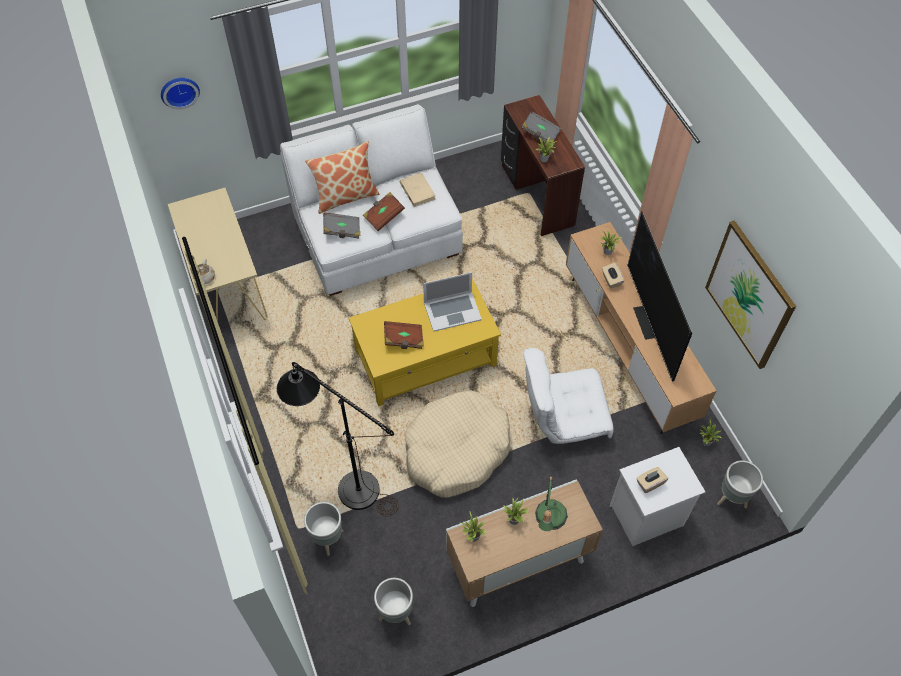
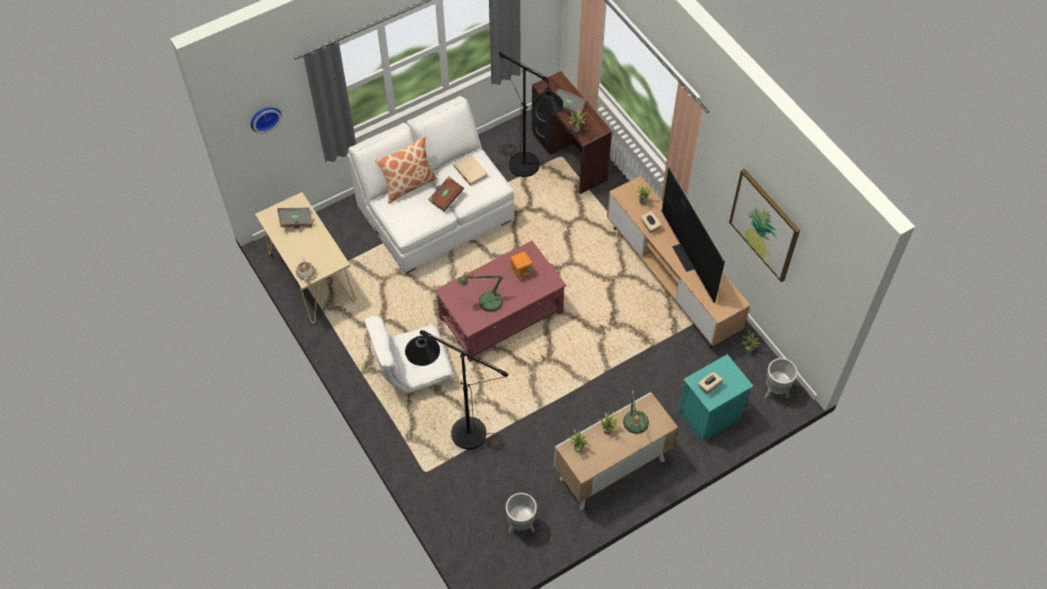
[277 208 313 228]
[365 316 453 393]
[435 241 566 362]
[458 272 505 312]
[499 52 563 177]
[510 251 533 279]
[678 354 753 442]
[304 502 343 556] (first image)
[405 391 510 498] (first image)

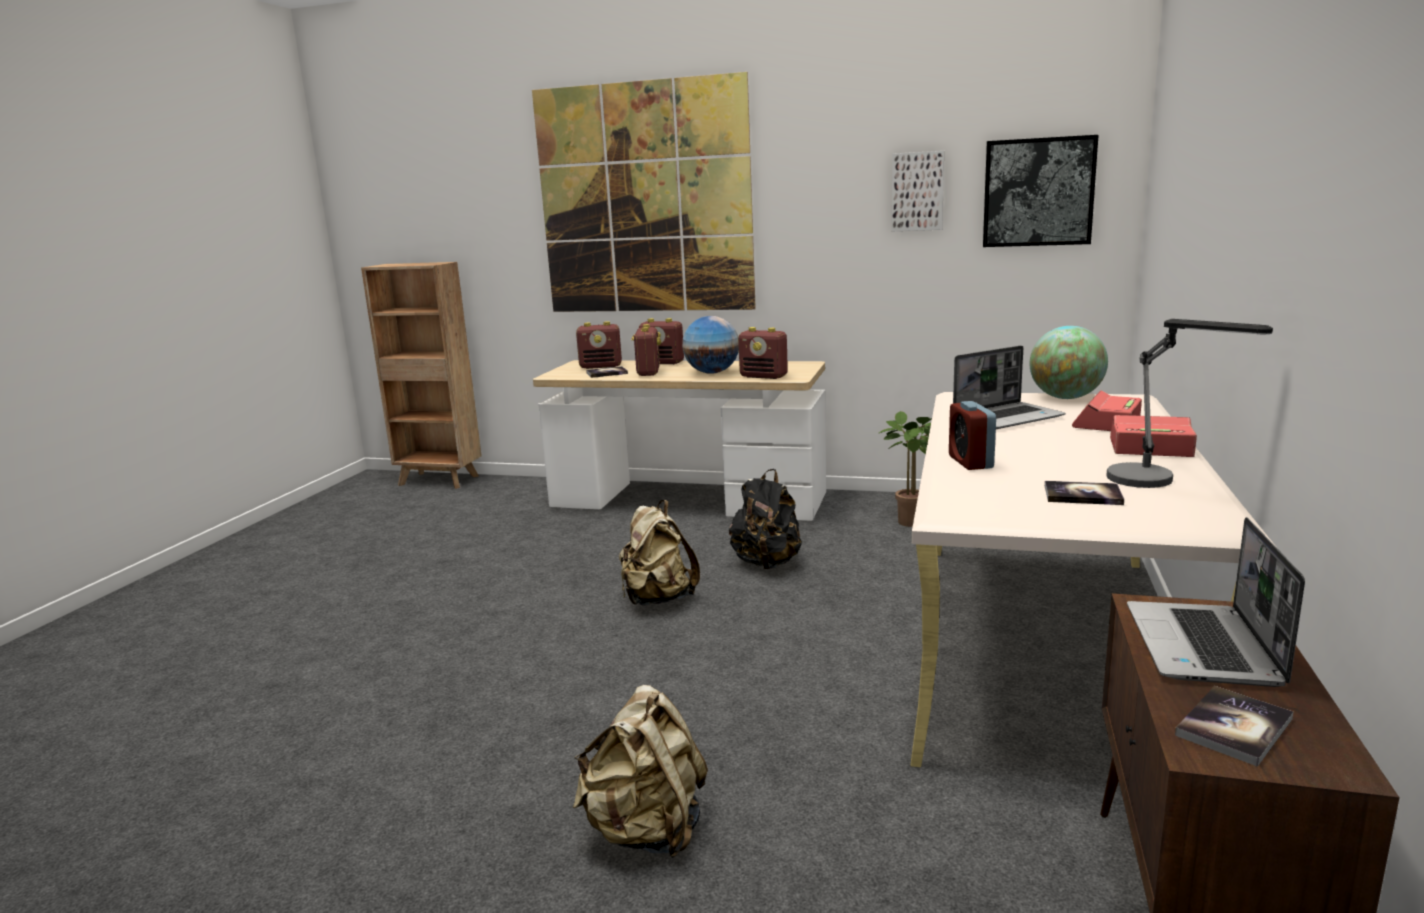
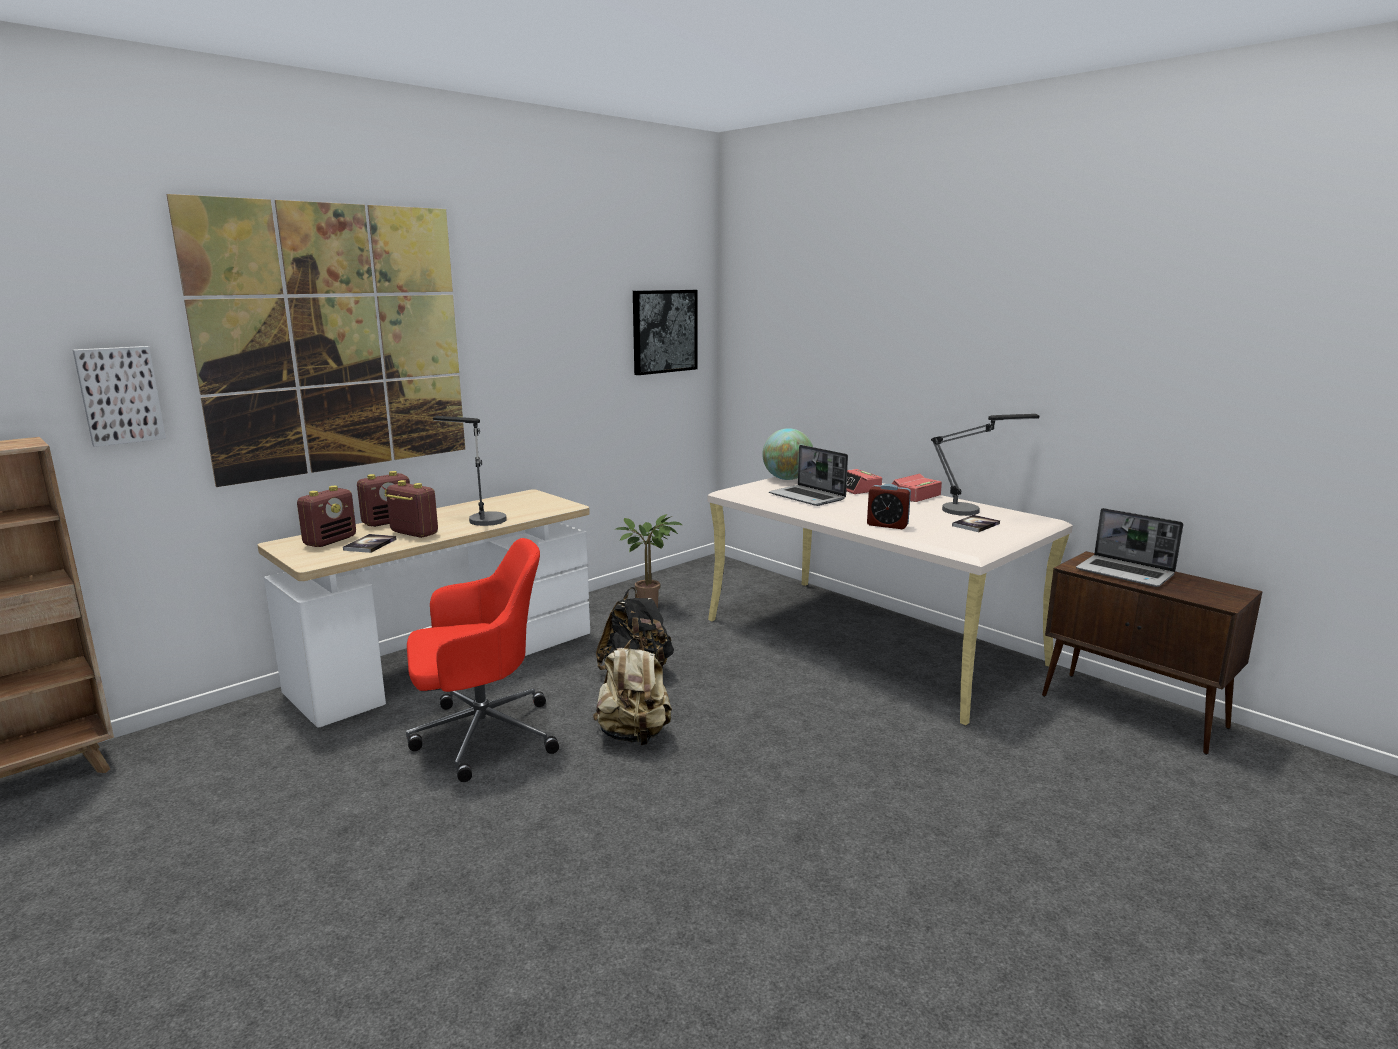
[73 346 166 447]
[406 538 559 782]
[433 416 507 526]
[769 445 848 506]
[573 685 708 858] (first image)
[738 327 788 379] (first image)
[1175 686 1293 767] (first image)

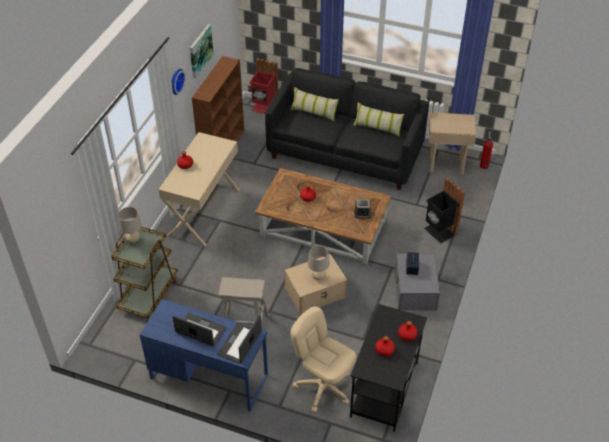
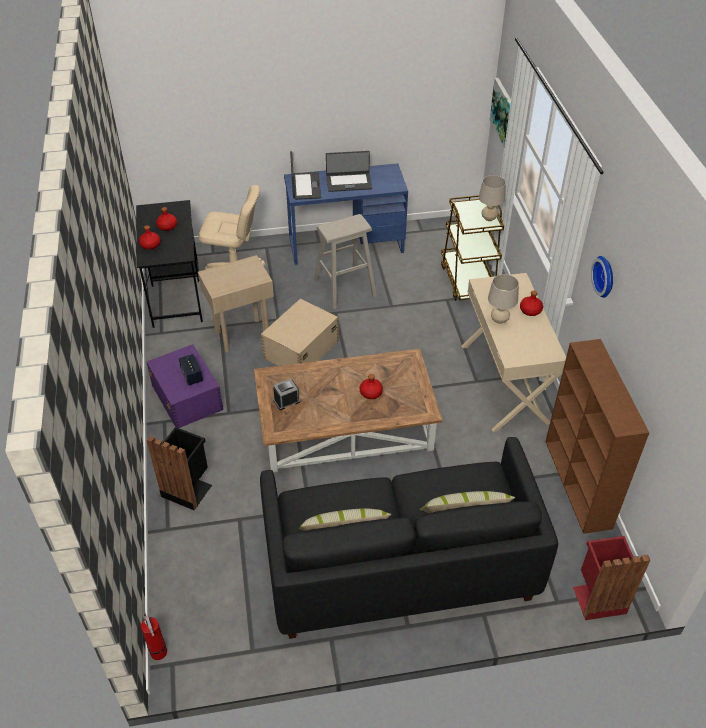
[147 344 223 428]
[198 255 274 353]
[488 274 519 324]
[489 78 511 147]

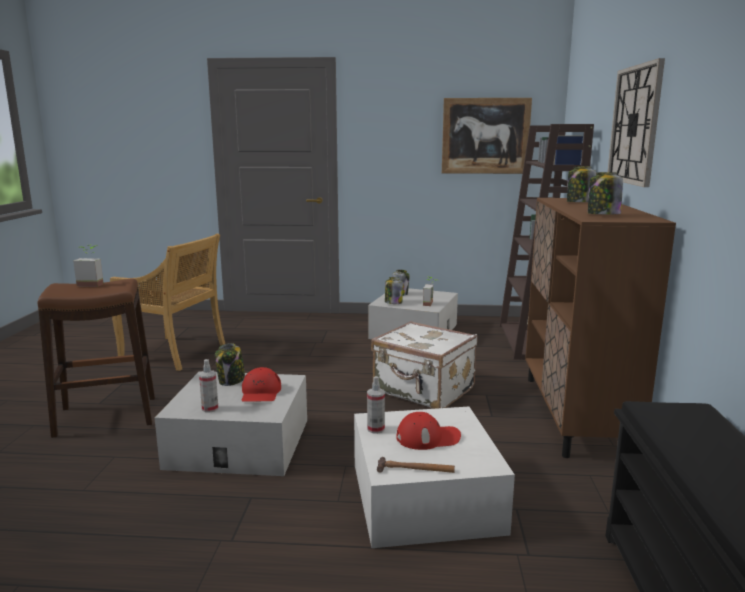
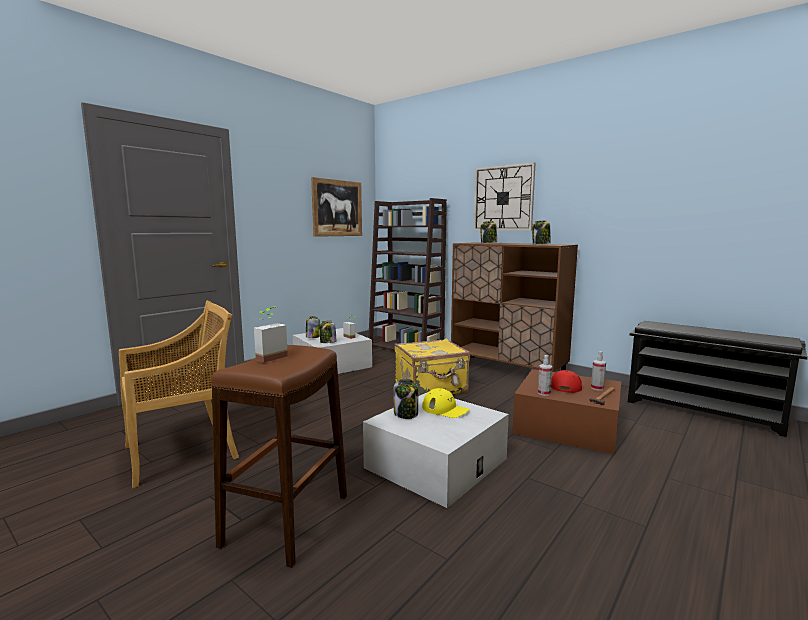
[394 339 470 396]
[422 388 469 418]
[512 369 621 455]
[591 351 606 391]

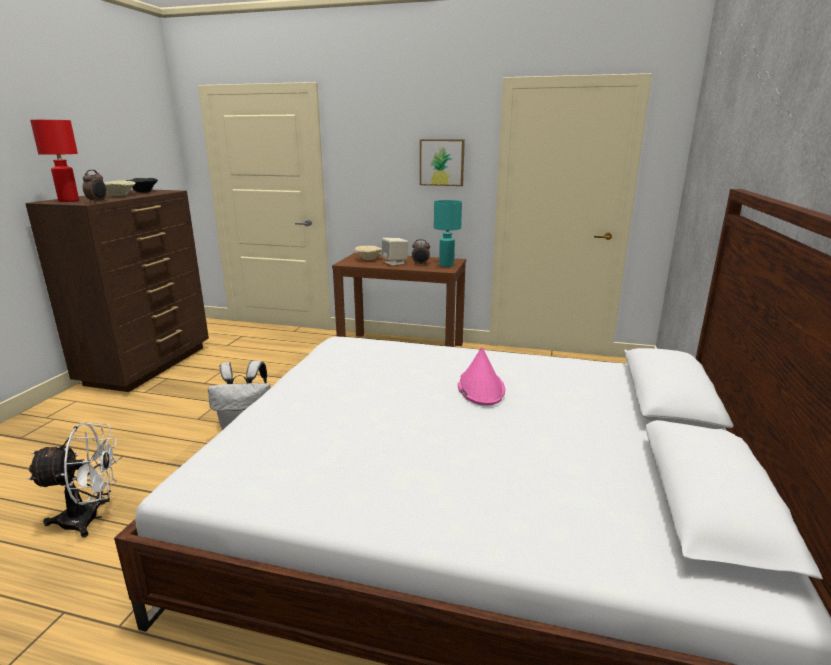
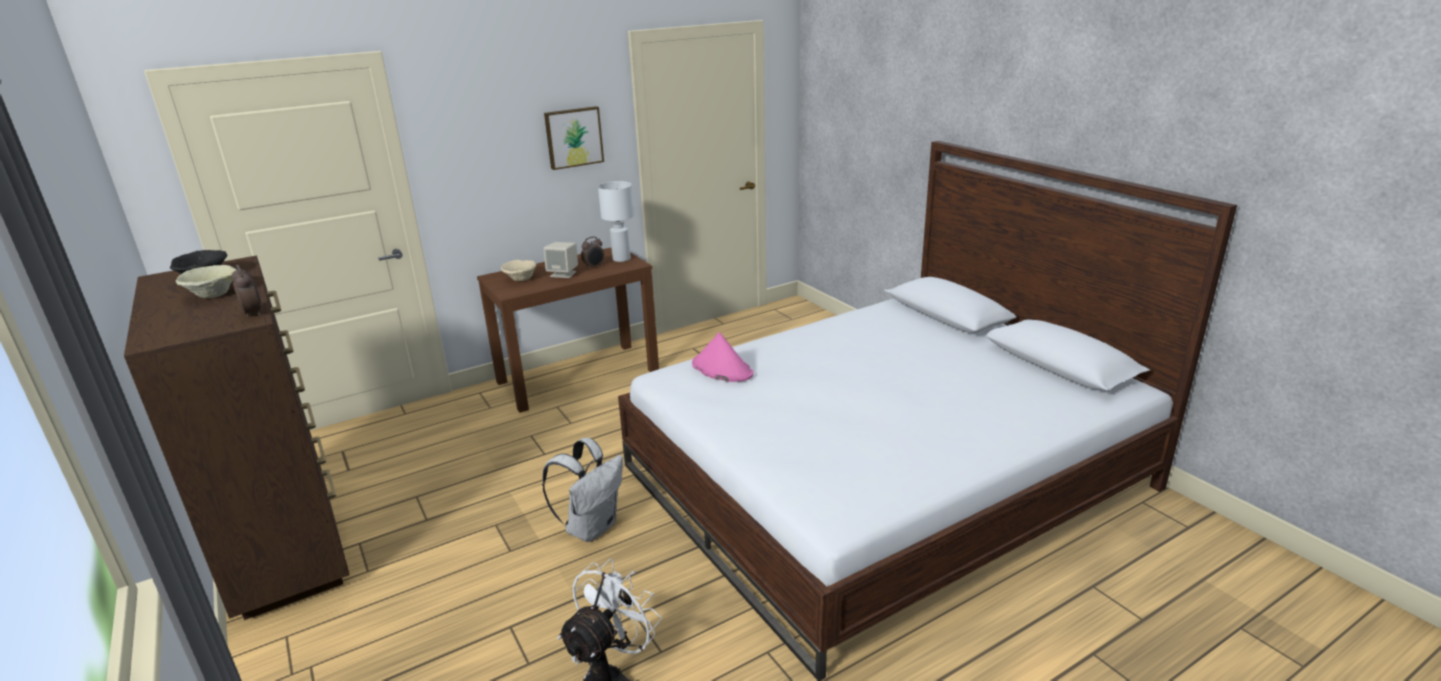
[598 181 634 262]
[692 332 754 382]
[30 120 79 202] (first image)

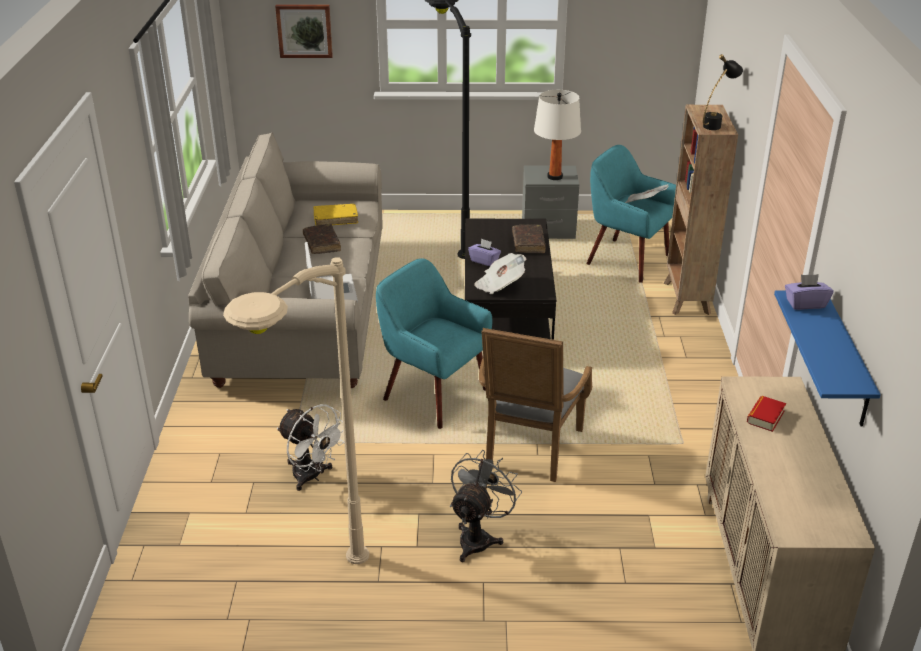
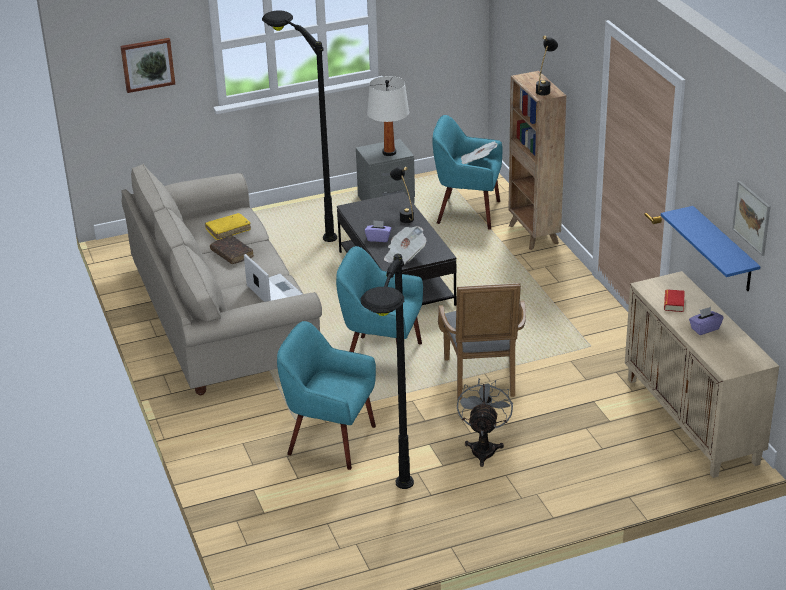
[277 321 376 470]
[361 254 414 489]
[390 167 414 223]
[689 307 723 335]
[732 181 771 256]

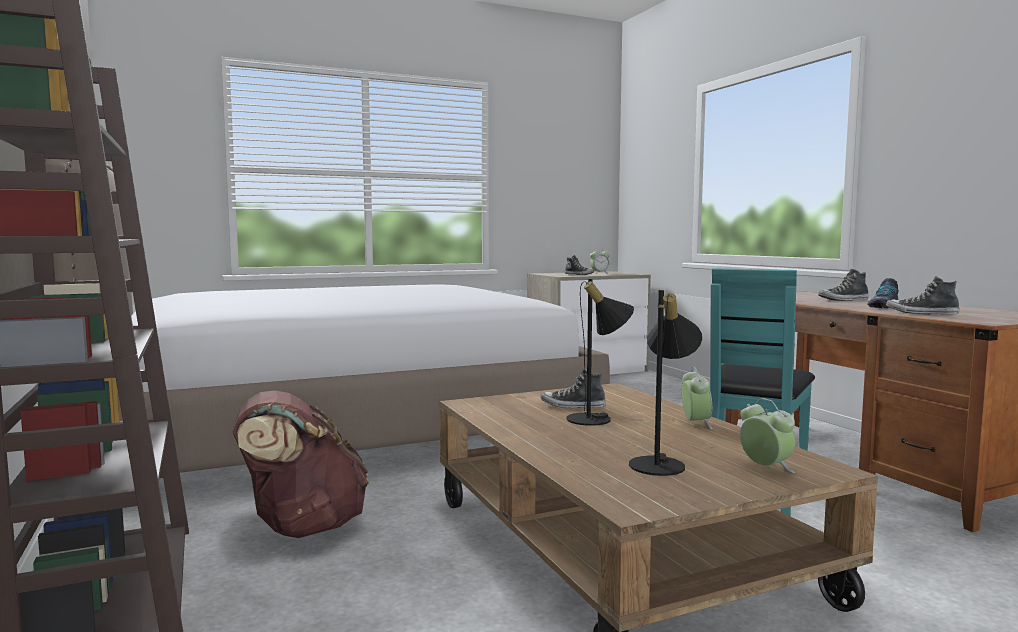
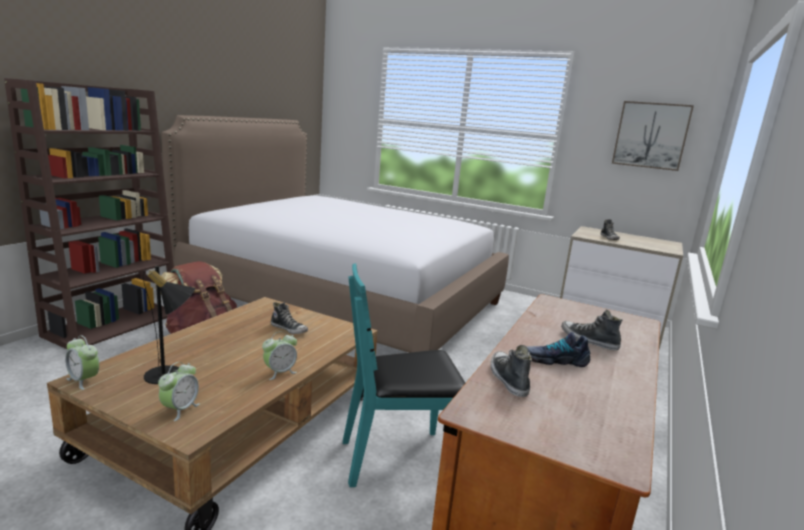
[65 335 99 390]
[271 302 308 334]
[612 101 694 171]
[566 279 634 426] (first image)

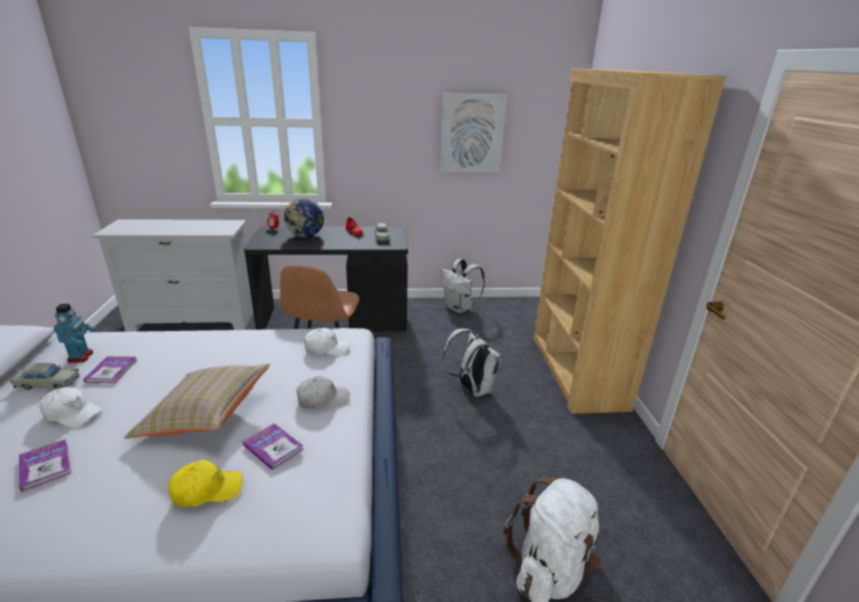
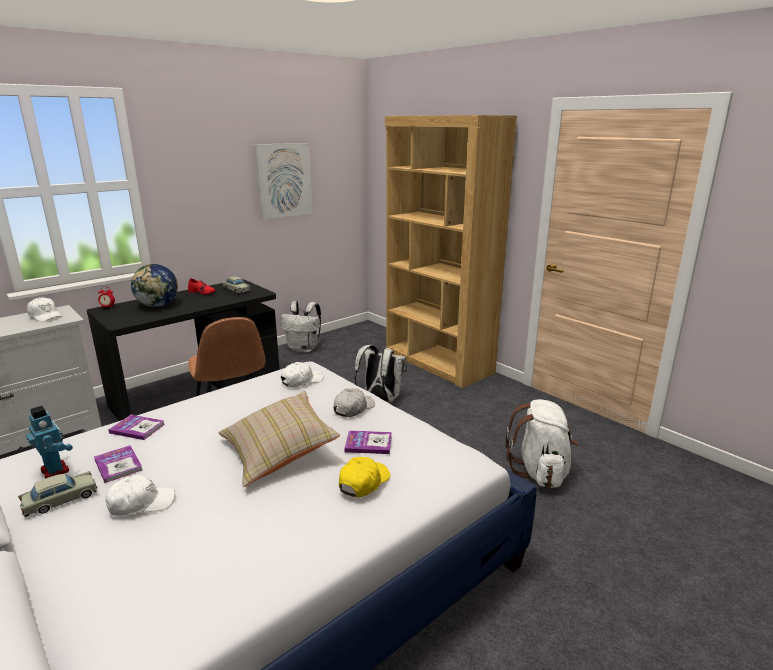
[27 297 63 322]
[109 415 165 440]

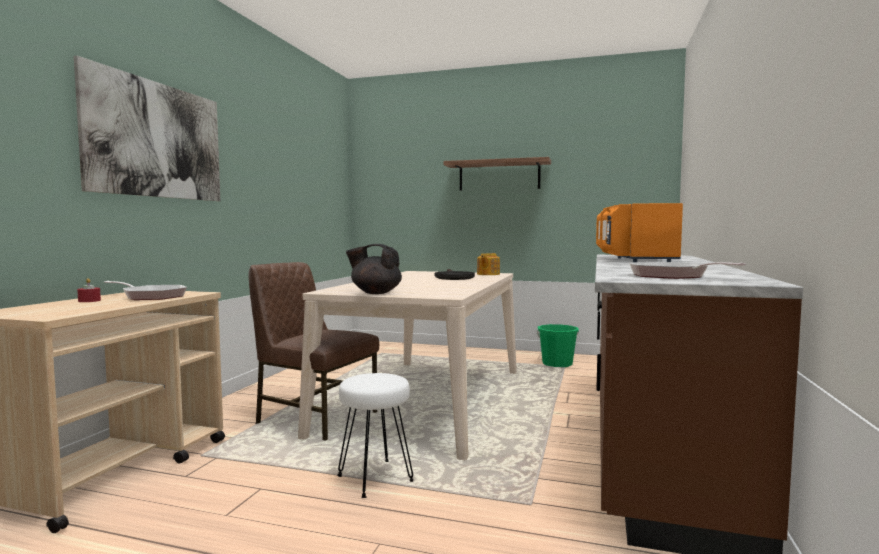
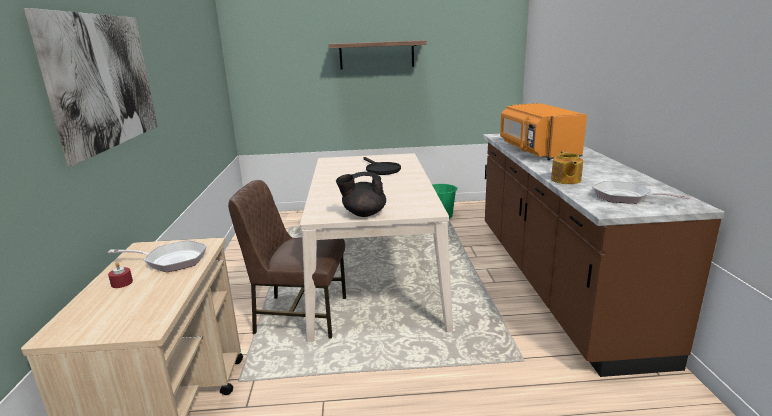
[551 151 583 184]
[337 373 413 498] (first image)

